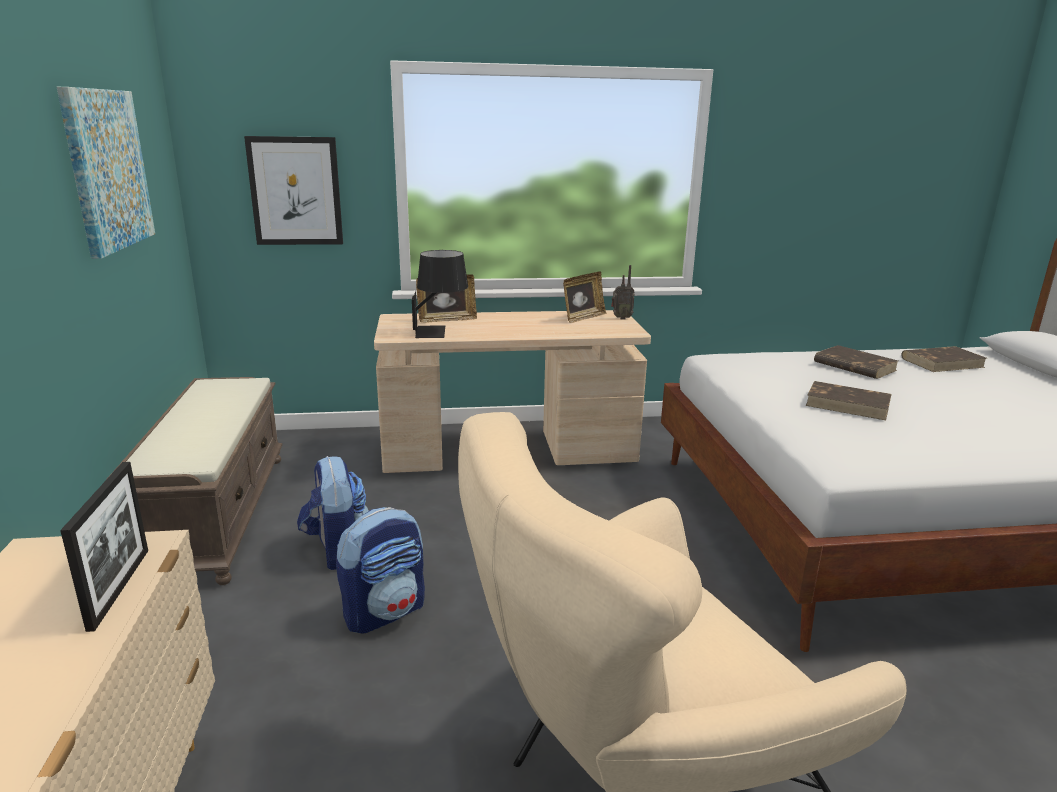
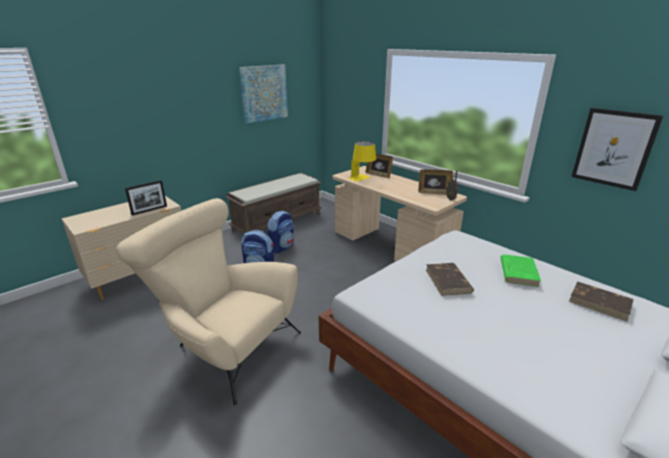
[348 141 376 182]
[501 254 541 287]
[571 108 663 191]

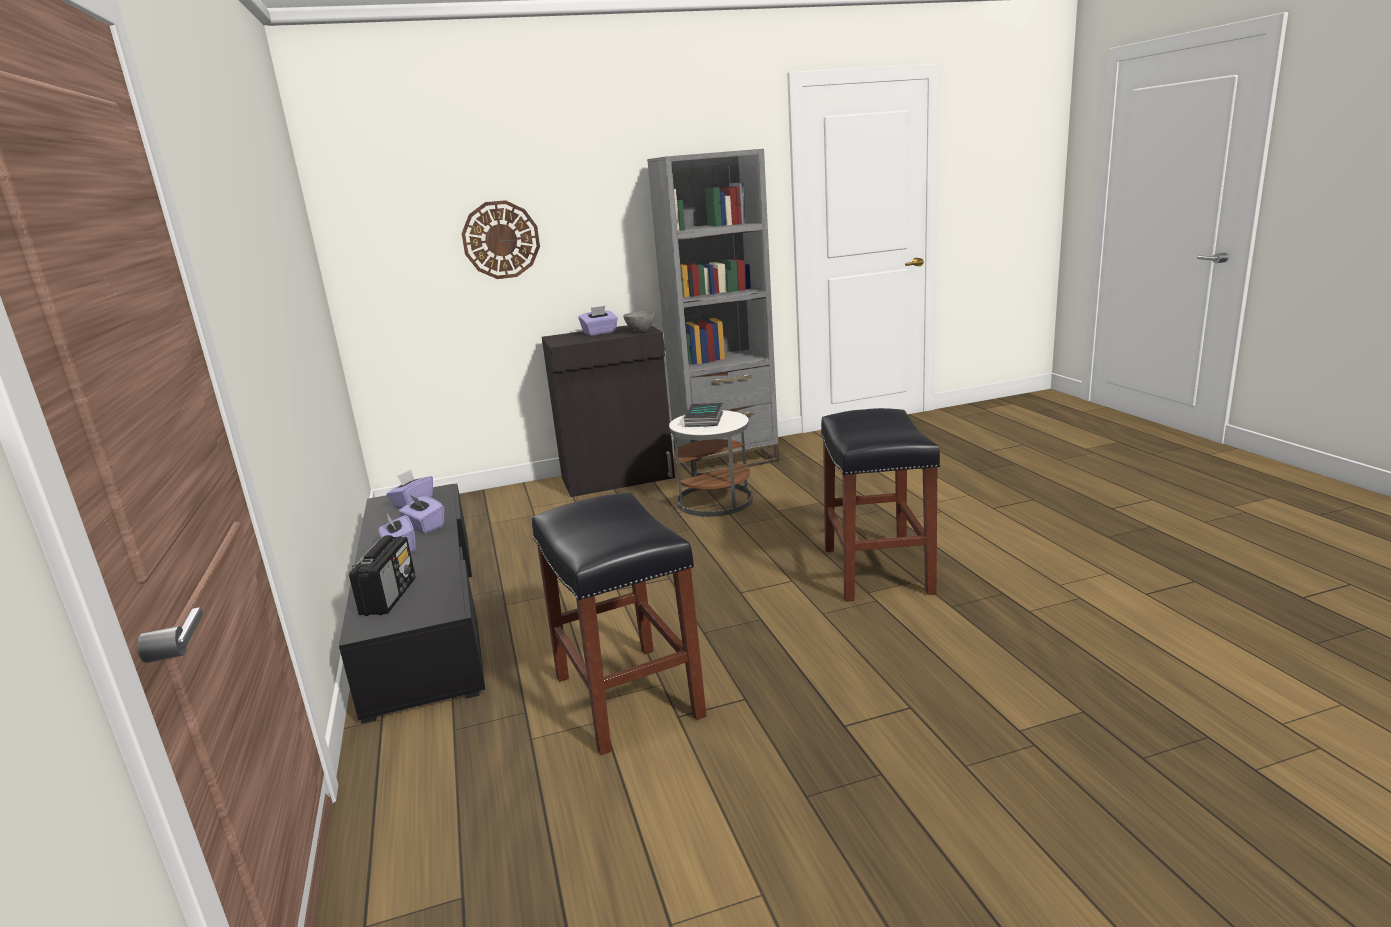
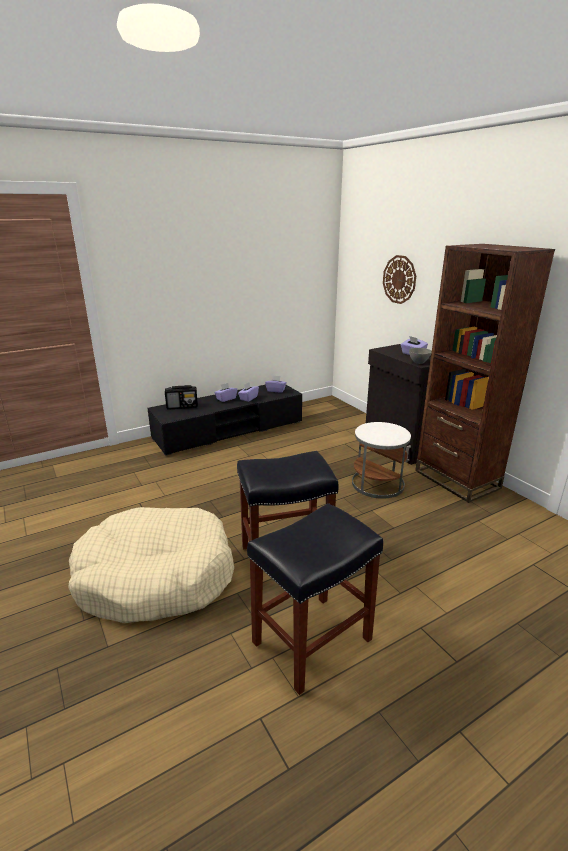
[68 507 234 623]
[247 503 383 695]
[415 244 555 503]
[684 403 724 427] (first image)

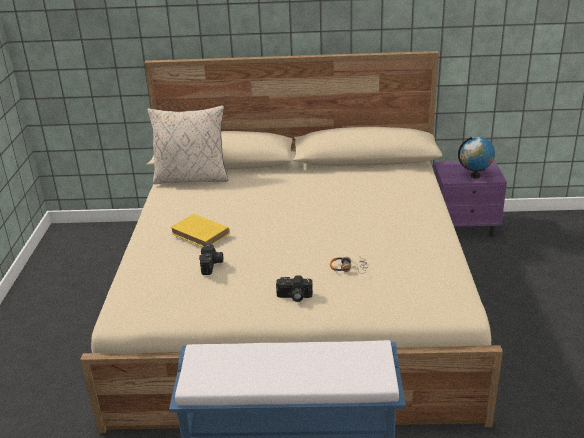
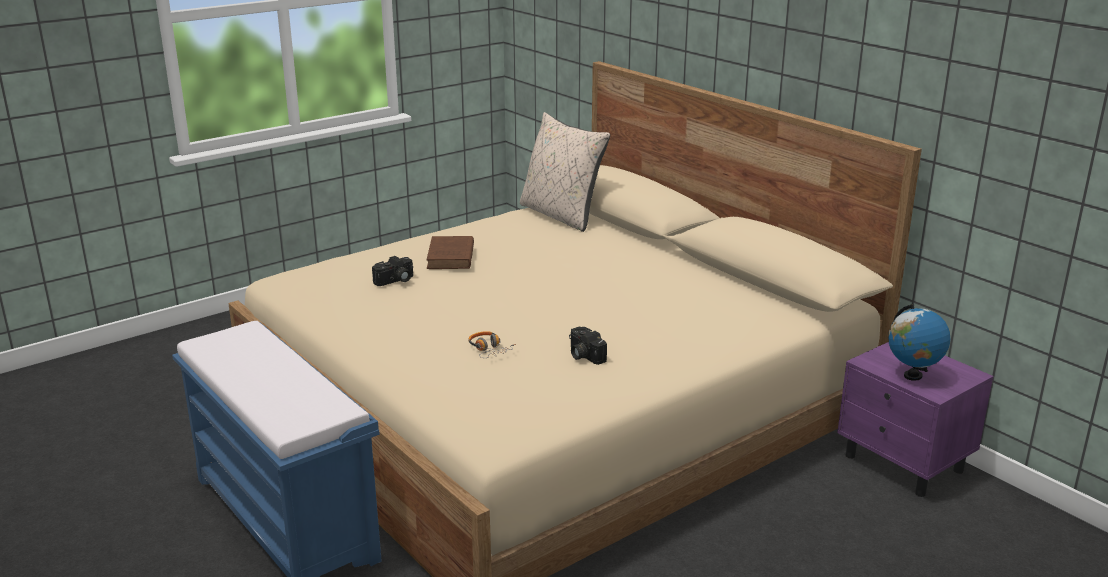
[427 236 474 269]
[569 327 607 365]

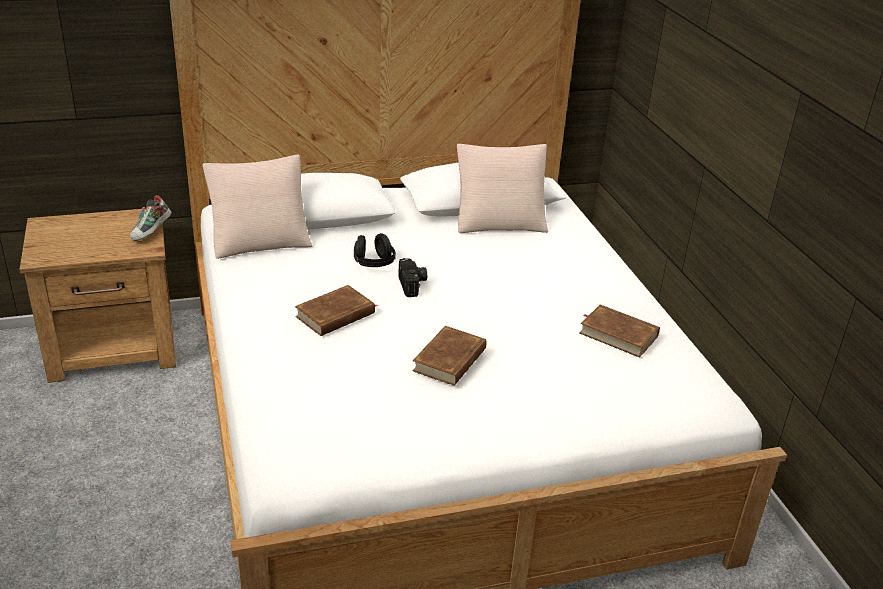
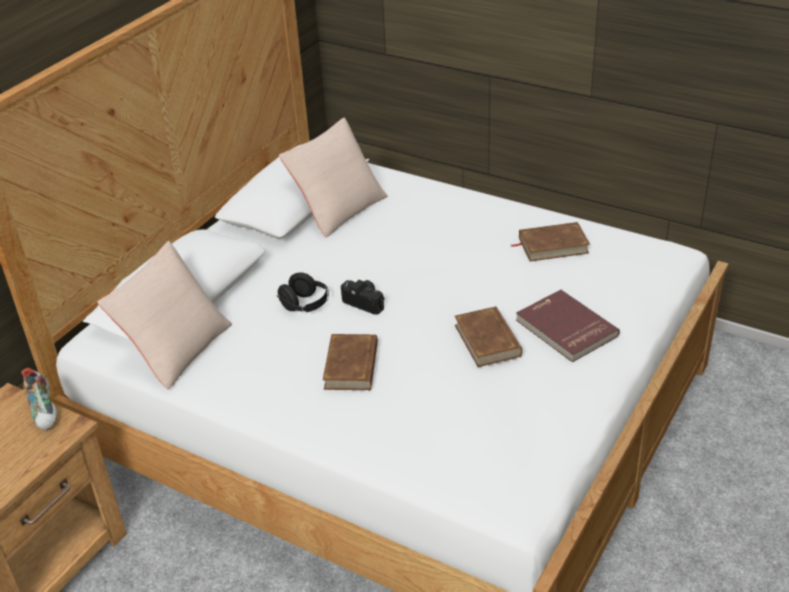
[516 290 620 362]

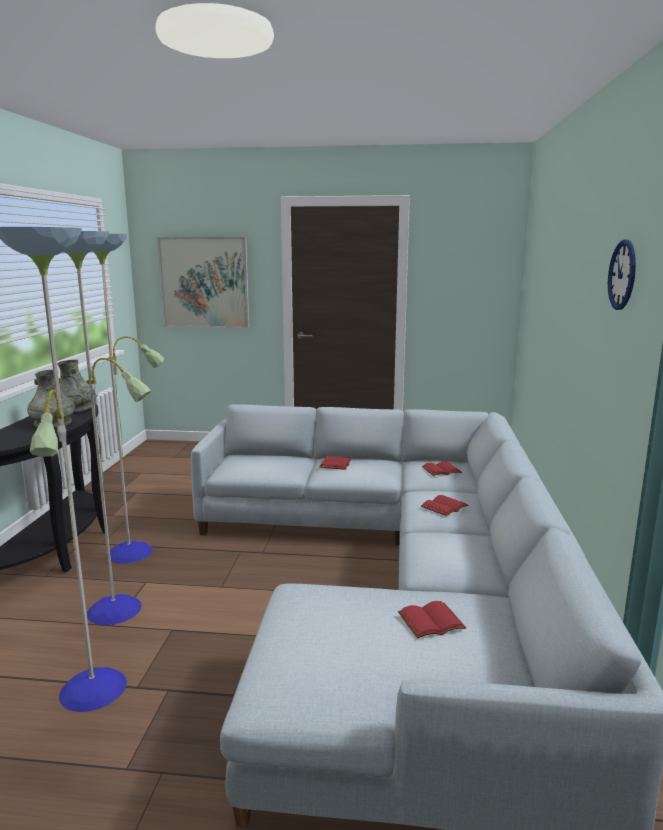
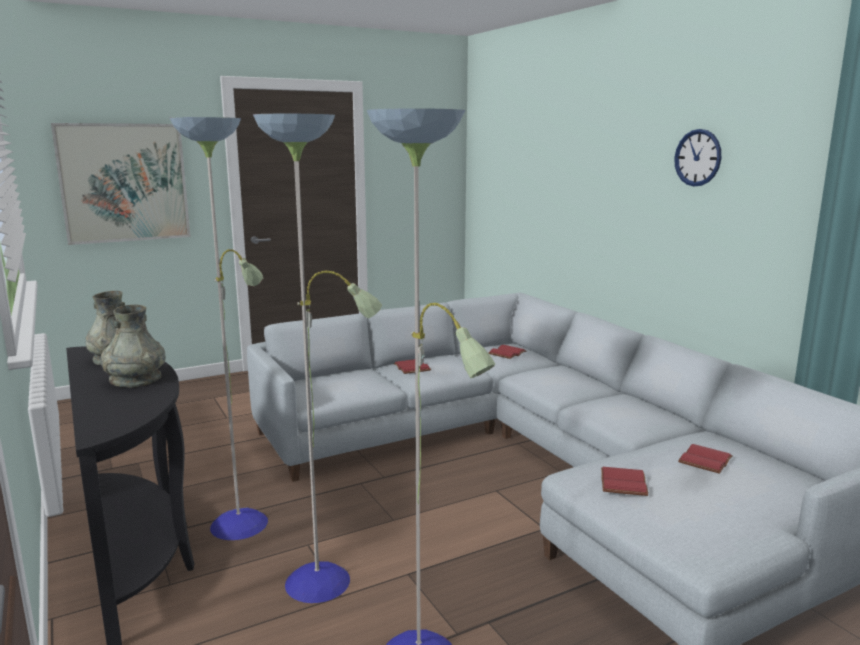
[601 467 648 496]

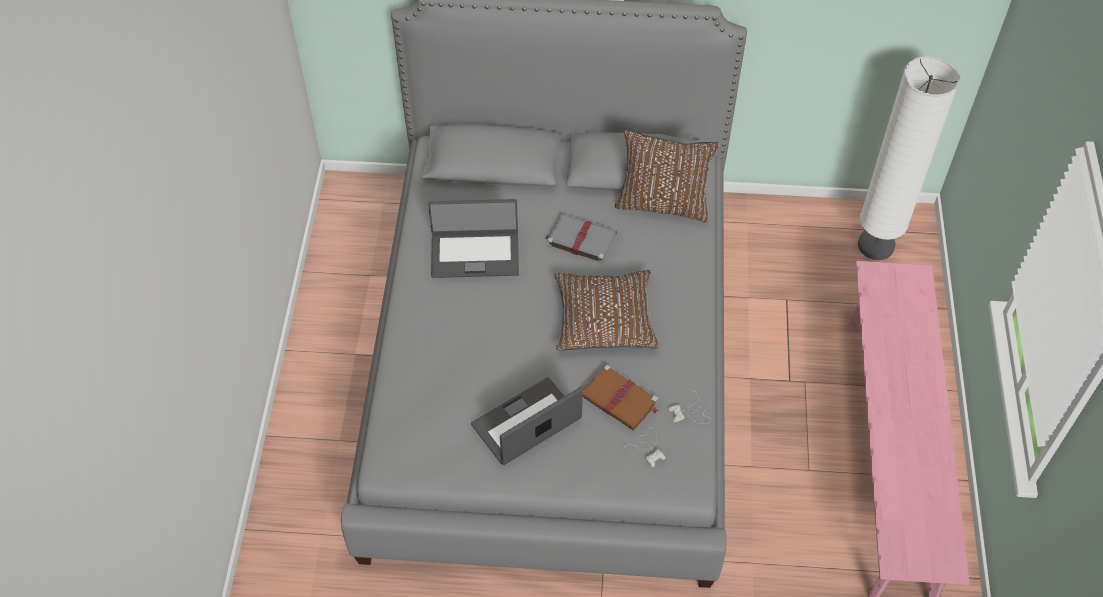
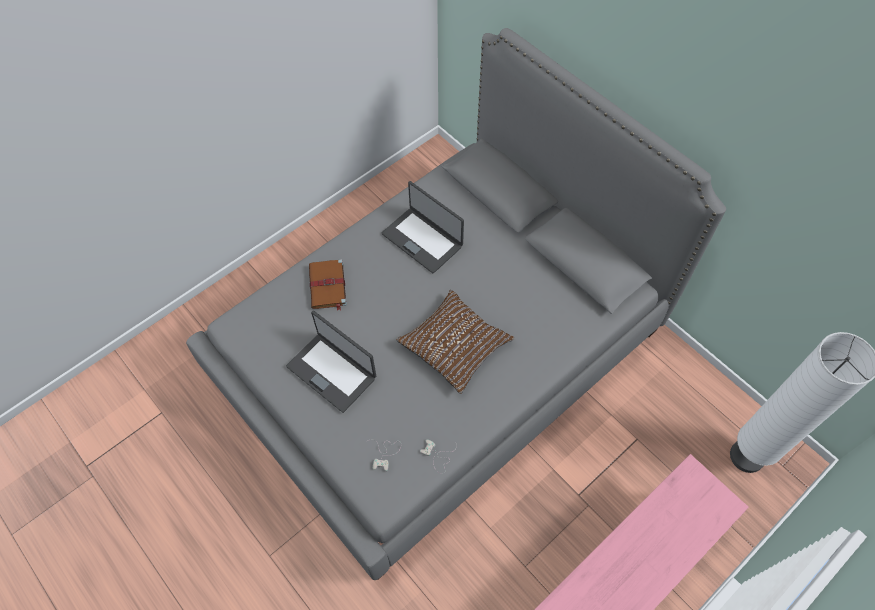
[286 311 376 413]
[309 259 347 311]
[545 214 617 263] (first image)
[615 130 720 223] (first image)

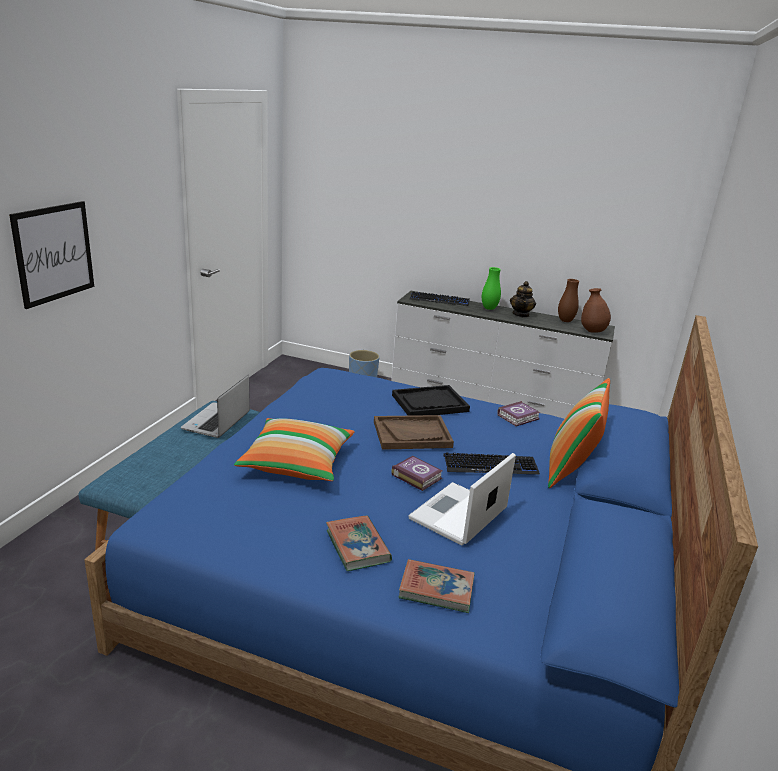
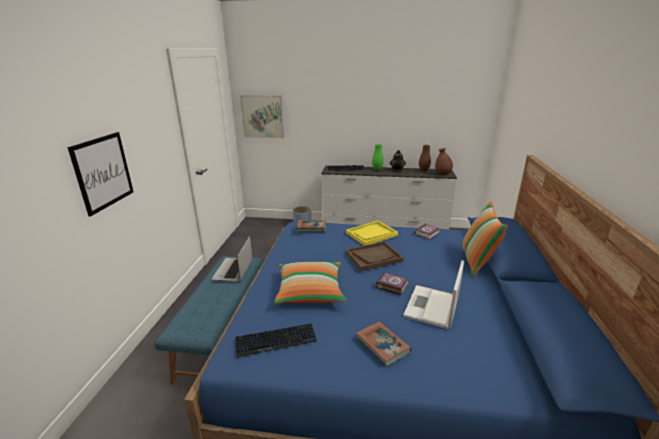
[235 323 317 358]
[240 95 284 138]
[297 220 326 232]
[346 221 398 245]

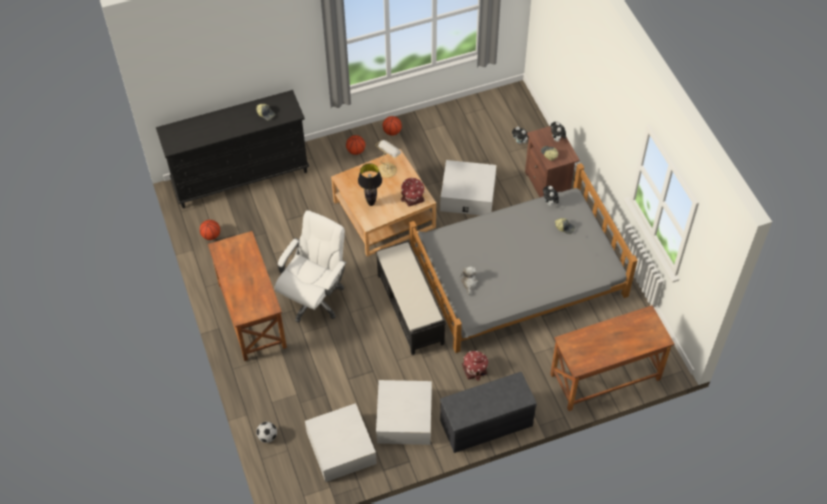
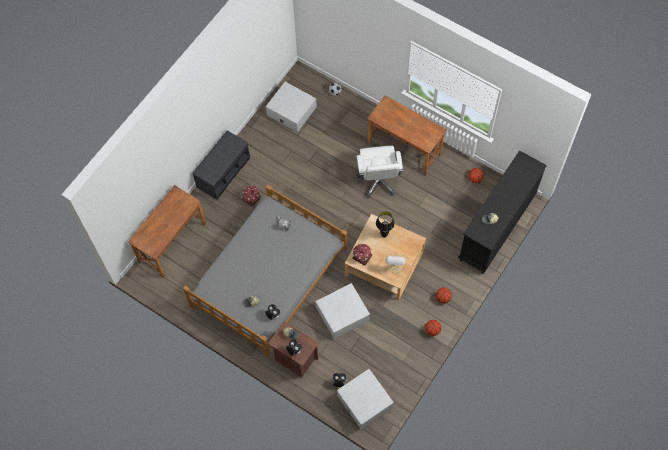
[337 369 394 429]
[375 240 446 355] (first image)

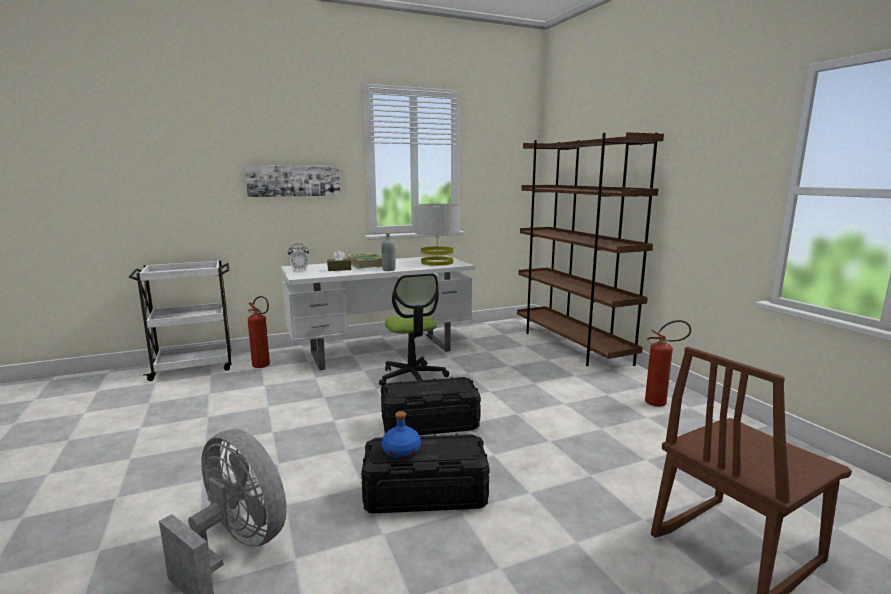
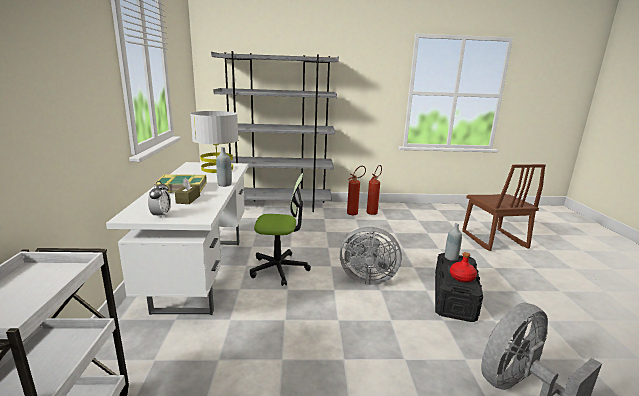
[211 51 339 212]
[340 227 402 285]
[347 166 366 215]
[445 223 462 261]
[450 252 477 282]
[245 165 340 197] (first image)

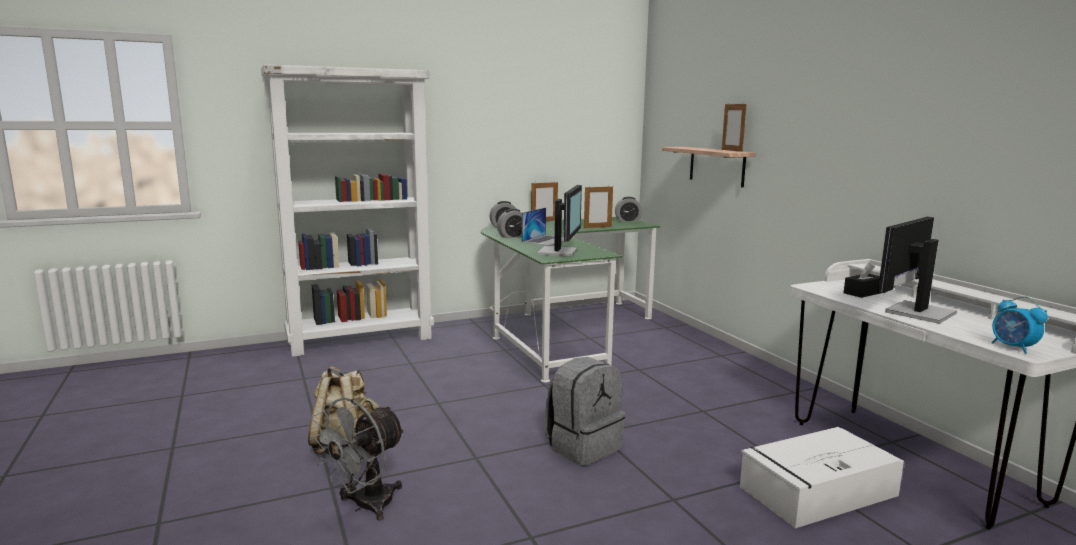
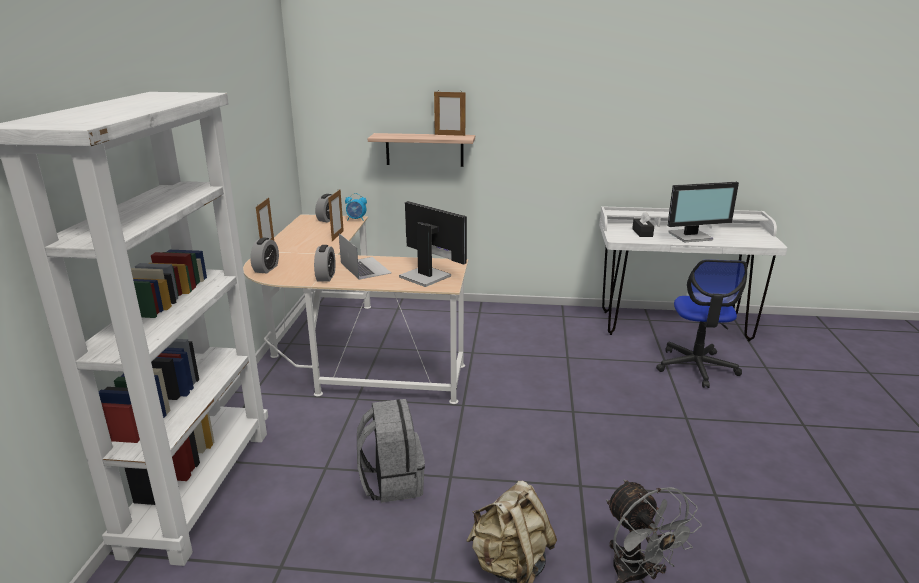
[243 214 468 404]
[345 193 367 221]
[357 399 425 503]
[656 260 747 388]
[668 182 739 242]

